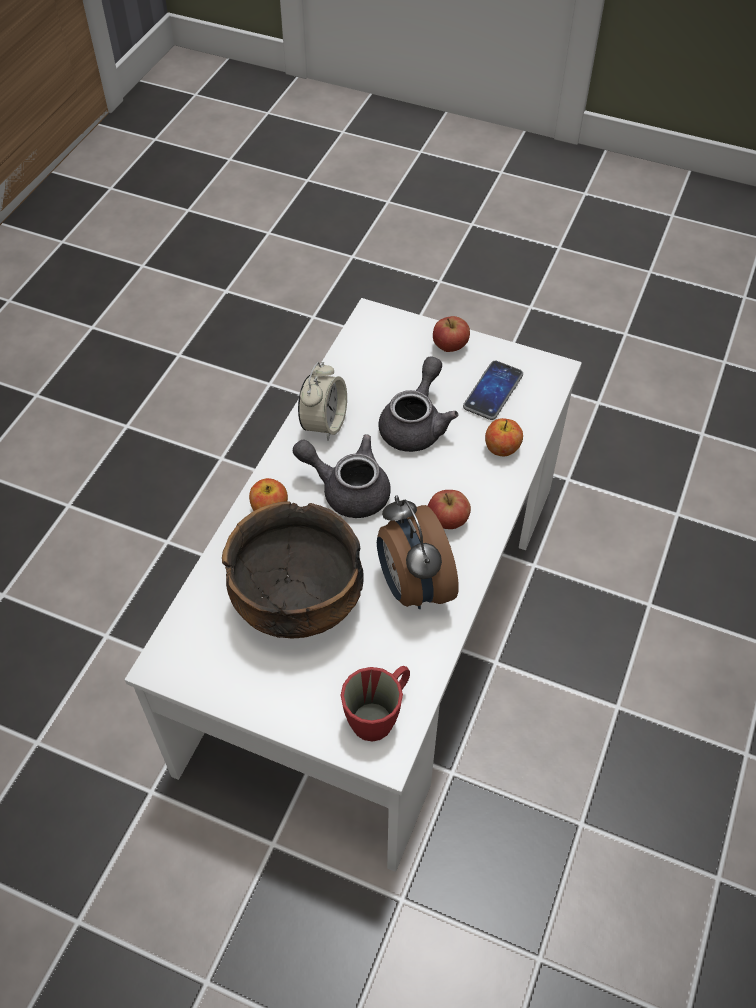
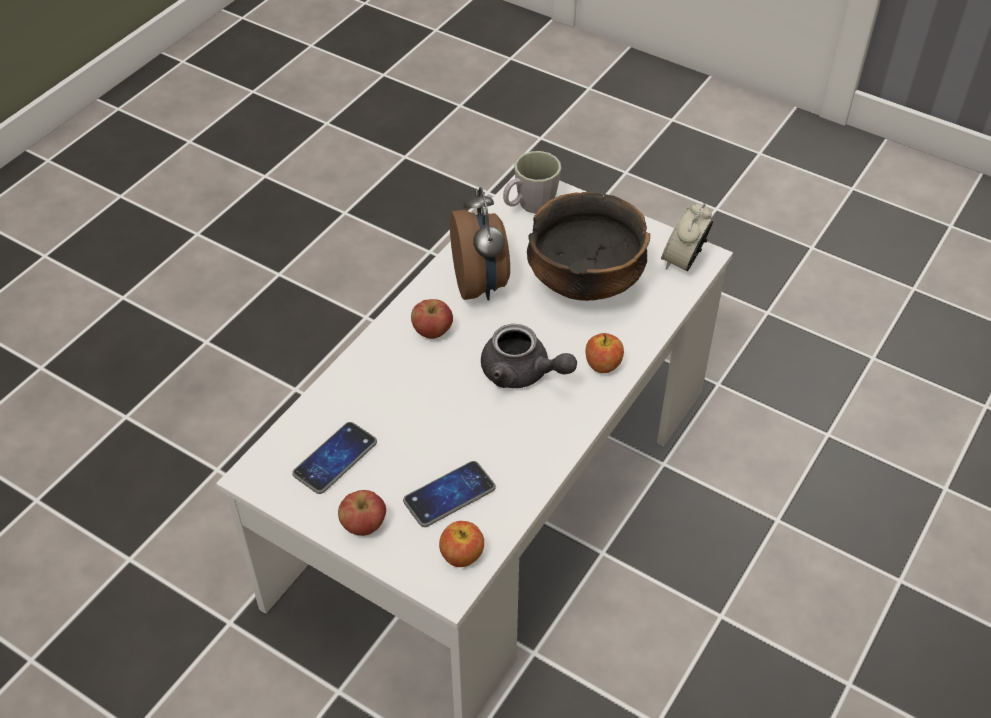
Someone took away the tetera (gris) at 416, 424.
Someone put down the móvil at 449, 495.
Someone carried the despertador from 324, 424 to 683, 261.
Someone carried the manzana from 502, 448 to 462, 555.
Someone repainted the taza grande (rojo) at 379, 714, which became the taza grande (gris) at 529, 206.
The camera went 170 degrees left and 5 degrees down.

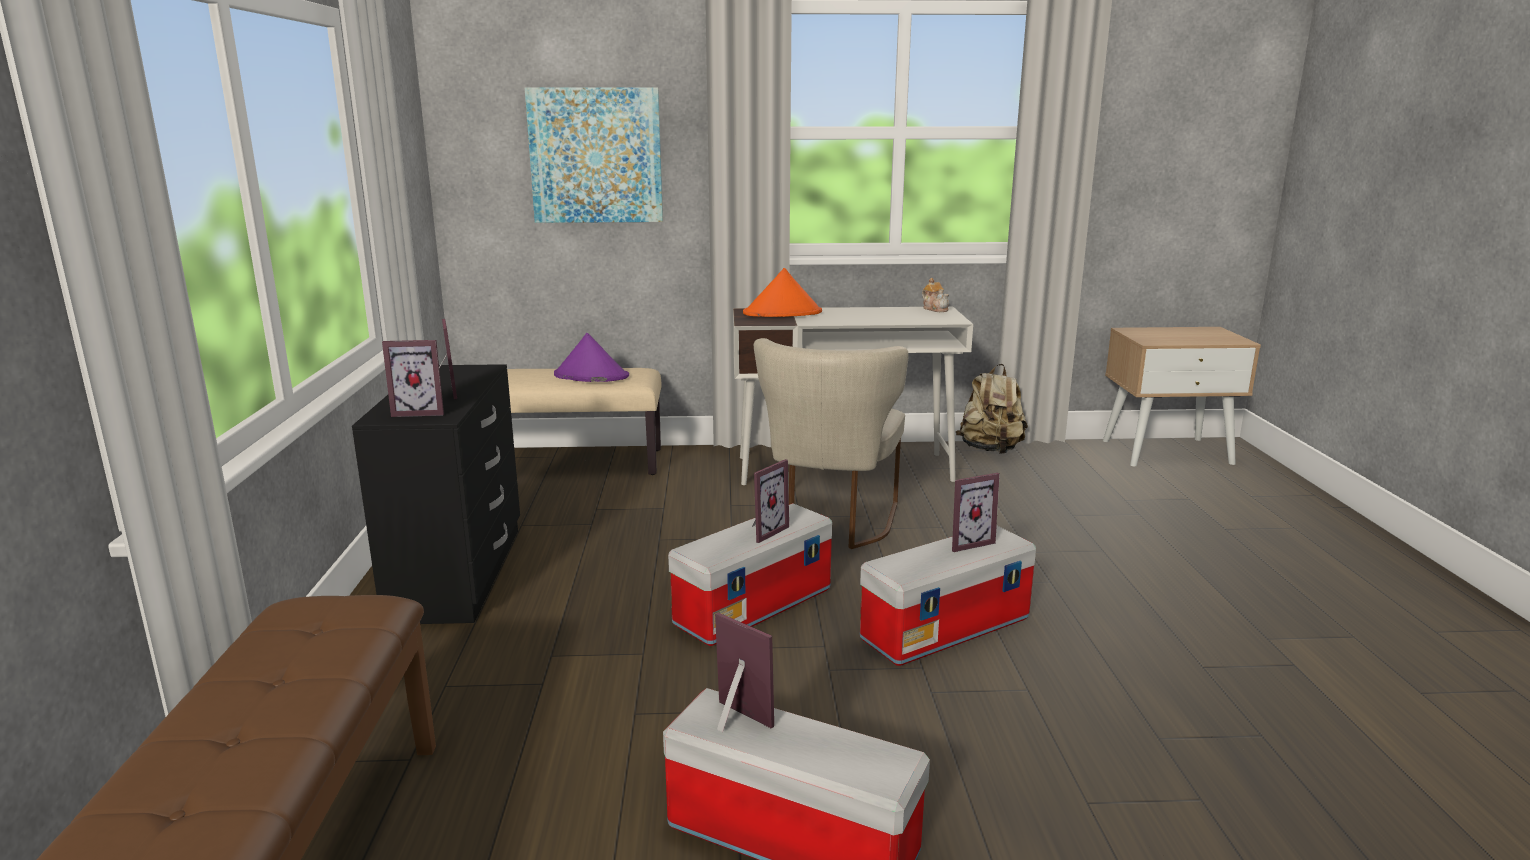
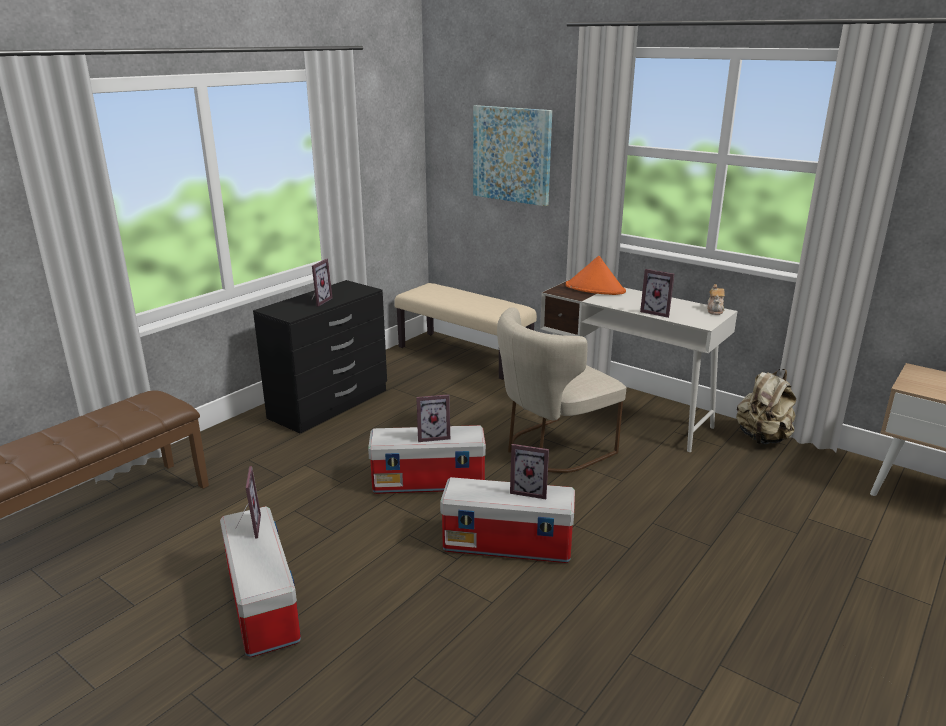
Someone took away the sombrero (morado) at 591, 376.
Someone carried the portarretratos from 420, 411 to 657, 312.
The camera went 40 degrees right and 5 degrees up.

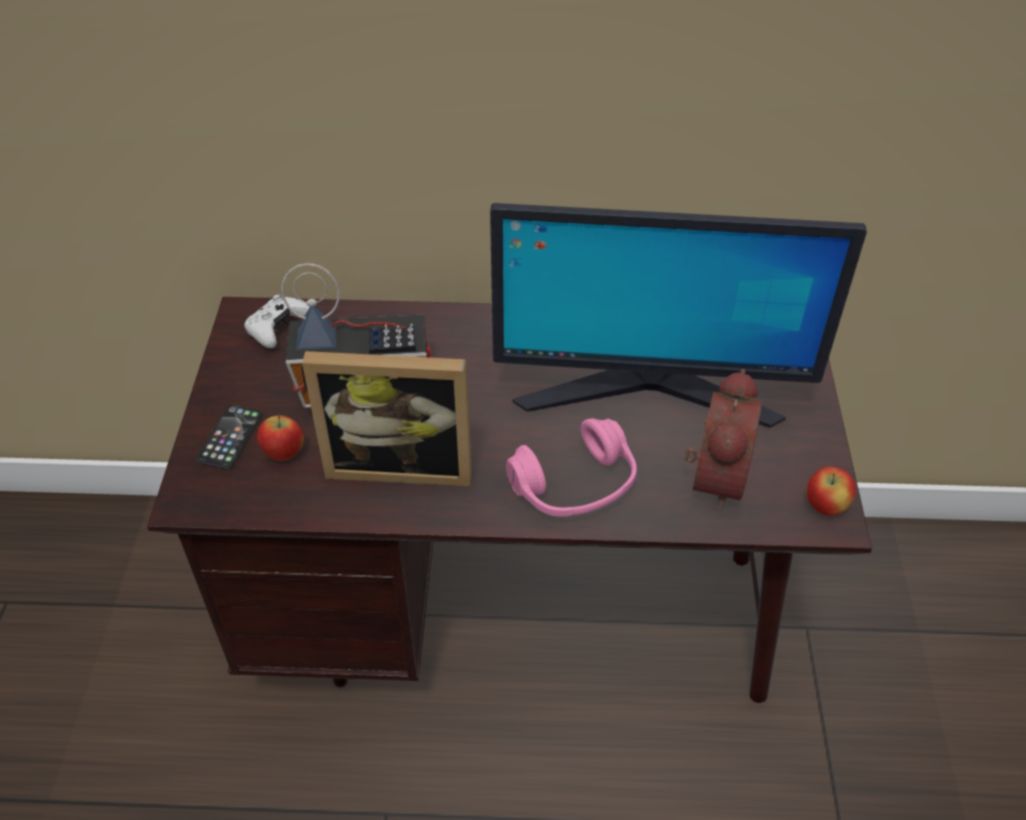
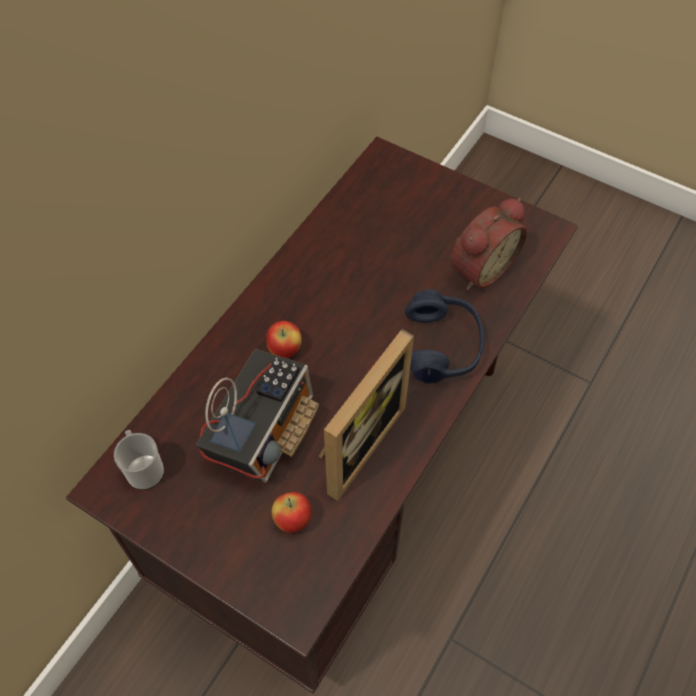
Someone took away the móvil at 230, 437.
Someone took away the monitor at 649, 391.
Someone carried the manzana from 825, 507 to 285, 350.
Someone swapped the mando de consola (blanco) at 278, 329 for the taza grande at 144, 469.
Someone repainted the auriculares (rosa) at 575, 485, which became the auriculares (azul) at 442, 346.
Someone rotated the despertador at 713, 476 by 90 degrees clockwise.
The camera went 60 degrees left and 10 degrees up.

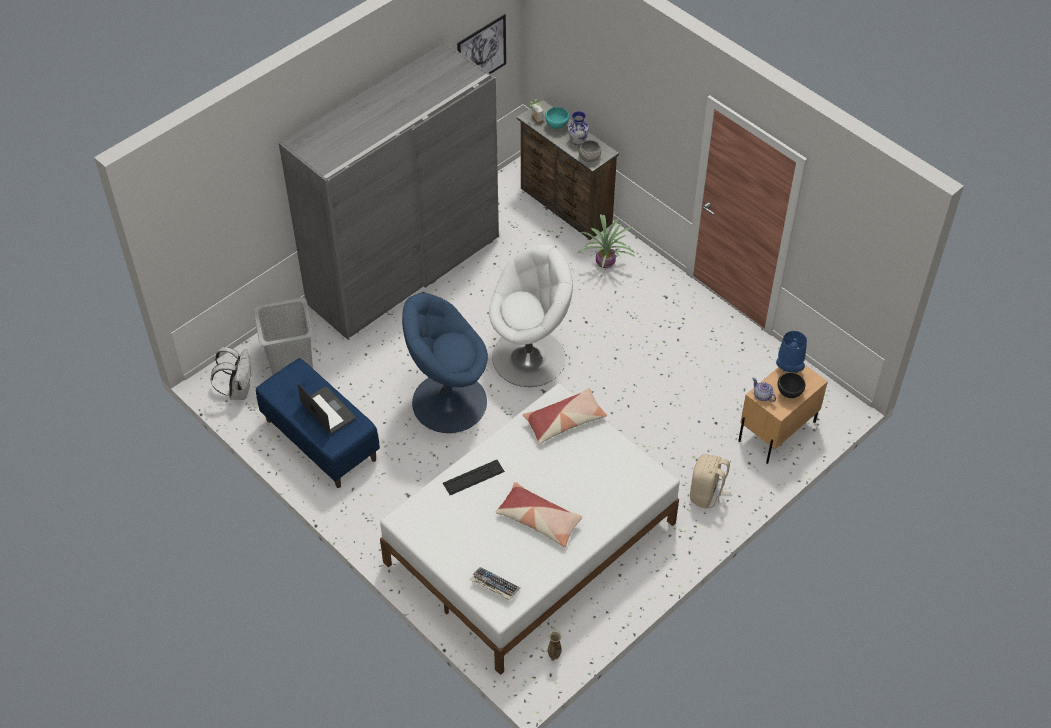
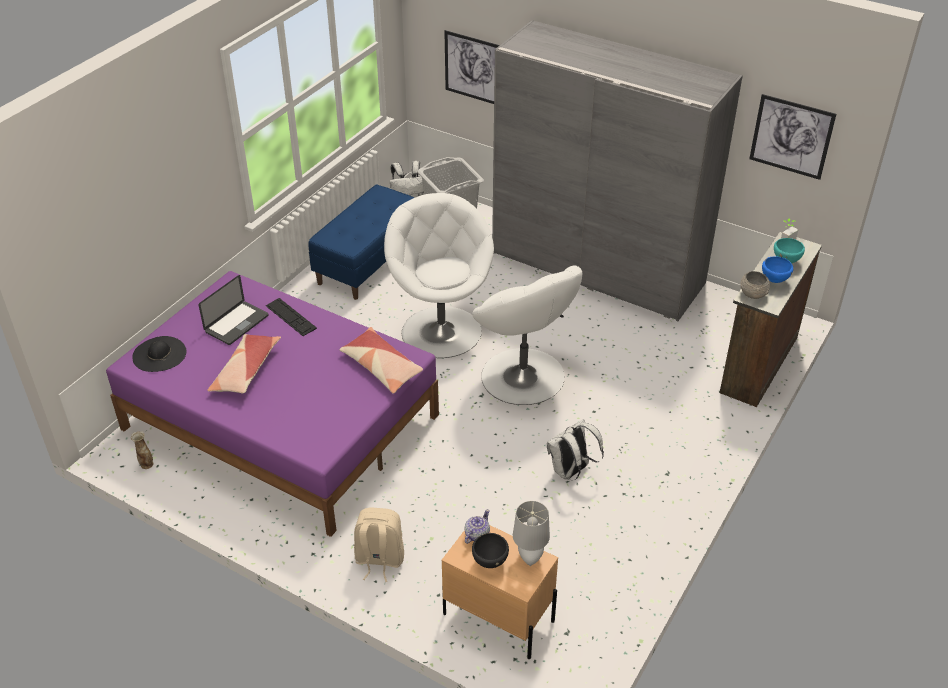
Someone took away the planta en maceta at 606, 263.
Someone put up the cuadro at 473, 68.
Someone put down the mochila (blanco) at 571, 471.
Someone carried the portátil from 328, 411 to 237, 324.
Someone swapped the teclado at 494, 586 for the sombrero (negro) at 159, 354.
Someone swapped the florero at 577, 141 for the cuenco (azul) at 774, 280.
Someone repainted the cama (blanco) at 530, 542, which became the cama (morado) at 281, 421.
Someone repainted the sillón (azul) at 448, 401, which became the sillón (blanco) at 441, 330.
Someone repainted the lámpara de mesa (azul) at 788, 370, which became the lámpara de mesa (gris) at 530, 556.
The camera went 75 degrees right and 10 degrees down.

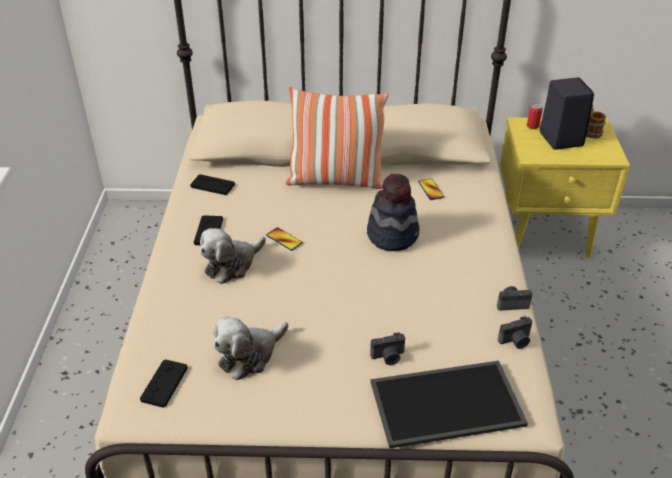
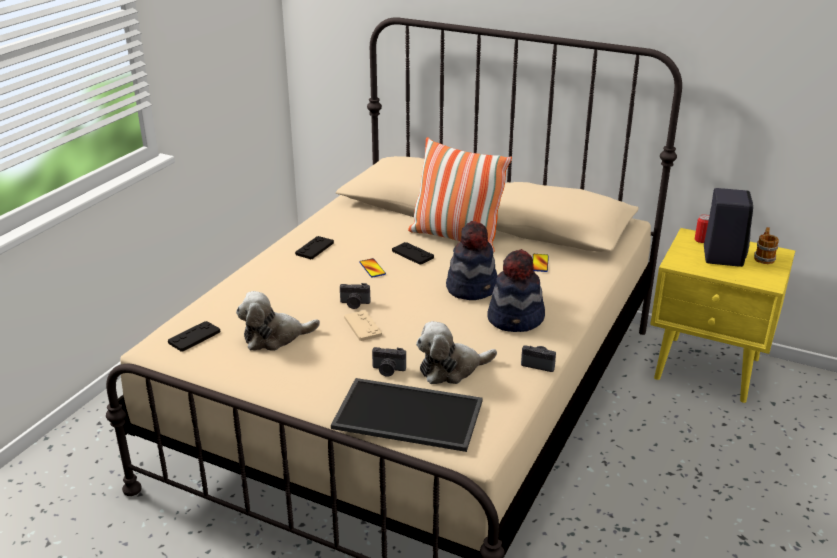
Someone put down the mando de consola (beis) at 362, 326.
Someone put down the sombrero at 516, 319.
Someone carried the mando de consola (negro) from 212, 185 to 412, 254.
Someone carried the peluche from 232, 264 to 451, 369.
Someone carried the cámara from 516, 341 to 354, 304.
The camera went 25 degrees right and 10 degrees down.

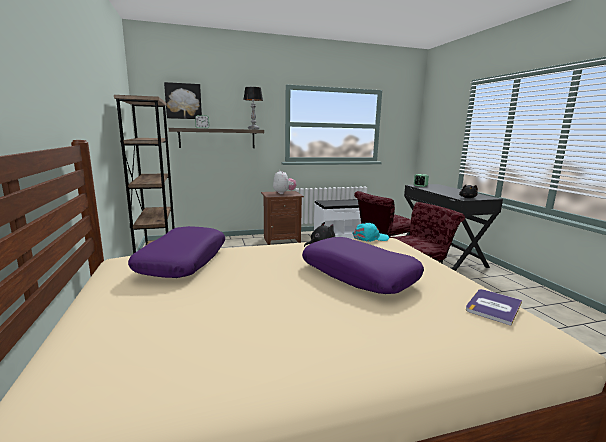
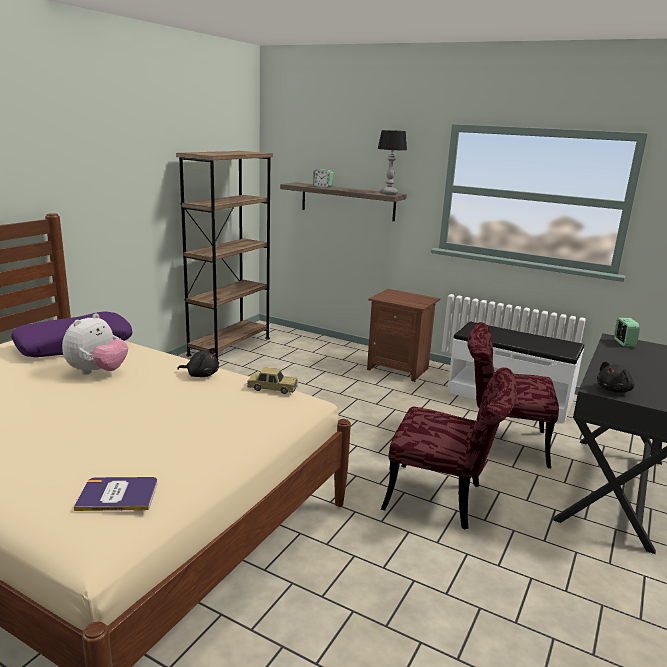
Someone took away the cuadro at 183, 101.
Someone took away the cojín (morado) at 359, 274.
Someone carried the peluche from 284, 193 to 97, 372.
Someone swapped the gorra (turquesa) at 370, 238 for the coche de juguete at 272, 388.
The camera went 45 degrees right and 5 degrees up.

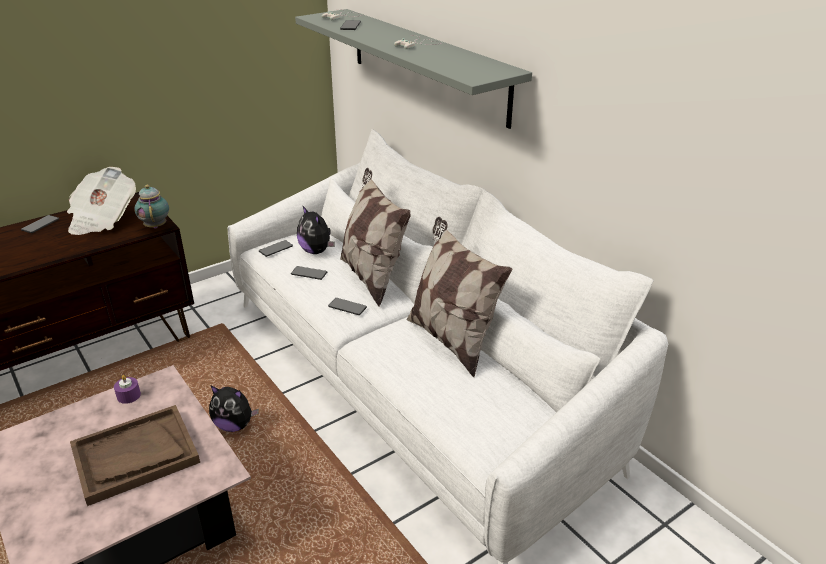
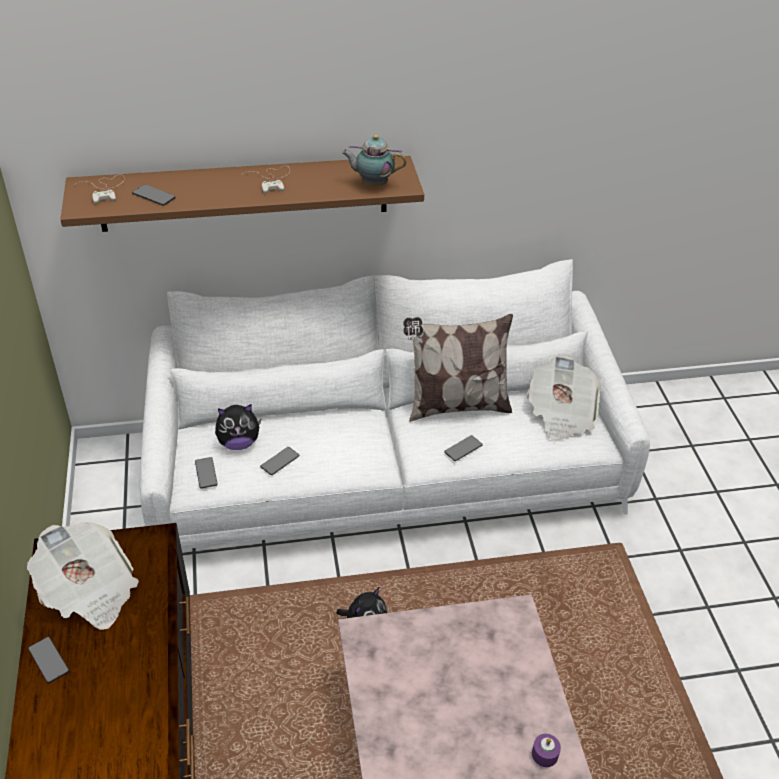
Someone took away the bandeja (marrón) at 135, 456.
Someone took away the cojín at 372, 277.
Someone put down the periódico at 561, 414.
Someone carried the vela (morado) from 128, 395 to 545, 754.
Someone carried the tetera from 156, 225 to 372, 184.
Someone carried the móvil from 347, 307 to 463, 449.
Someone repainted the estante (gris) at 426, 64, which became the estante (marrón) at 244, 193.
The camera went 65 degrees left and 10 degrees up.

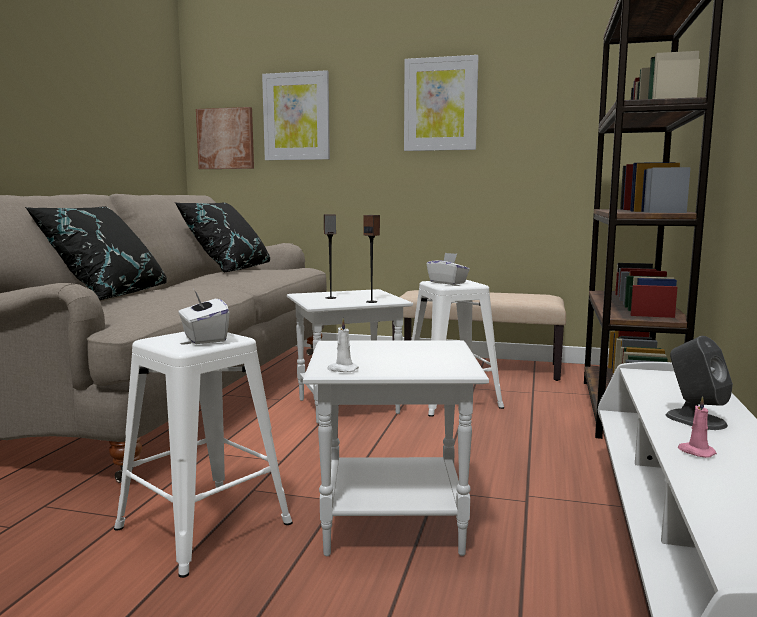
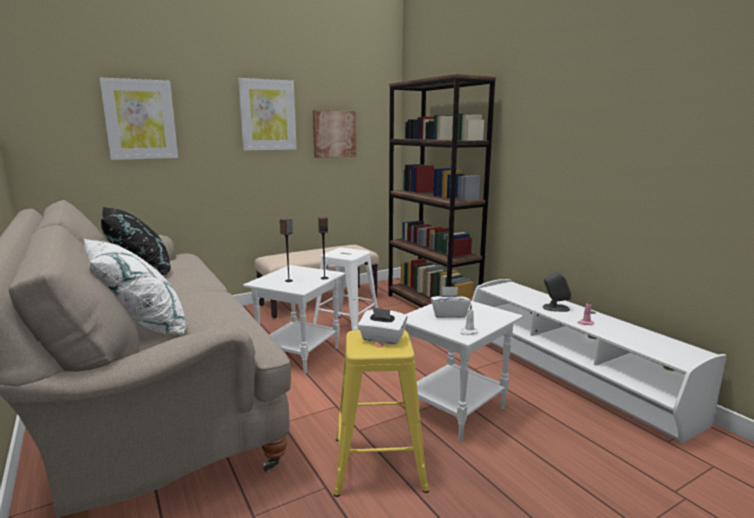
Someone carried the cuadro from 226, 139 to 334, 134.
Someone carried the caja de pañuelos (blanco) from 447, 282 to 449, 314.
Someone repainted the cojín (negro) at 108, 296, which became the cojín (blanco) at 140, 326.
Someone repainted the taburete (blanco) at 203, 526, which became the taburete (amarillo) at 380, 463.
The camera went 45 degrees left and 5 degrees up.

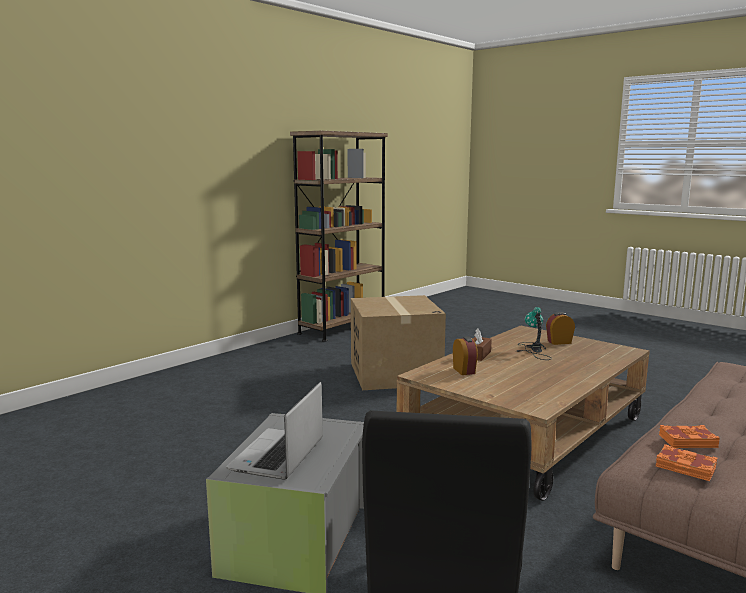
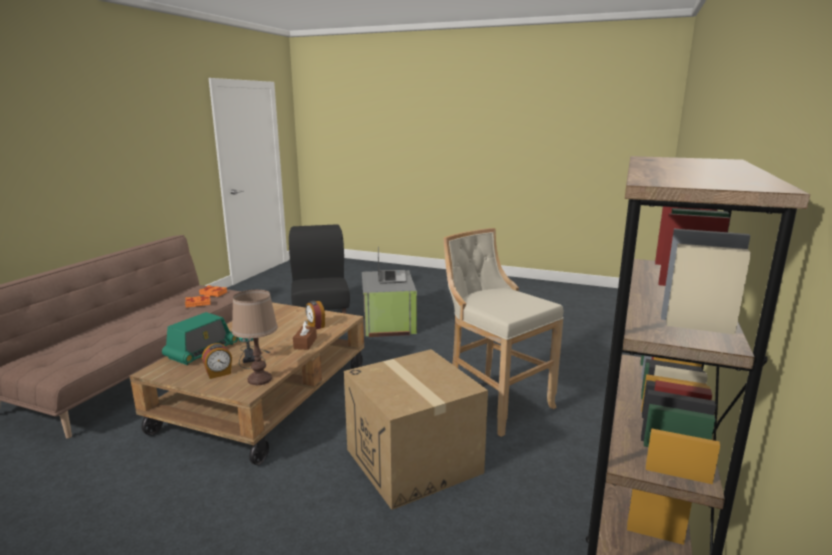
Someone put down the radio at 202, 351.
Someone put down the lámpara de mesa (marrón) at 259, 379.
Someone put down the taburete (beis) at 494, 401.
The camera went 160 degrees right and 5 degrees up.

